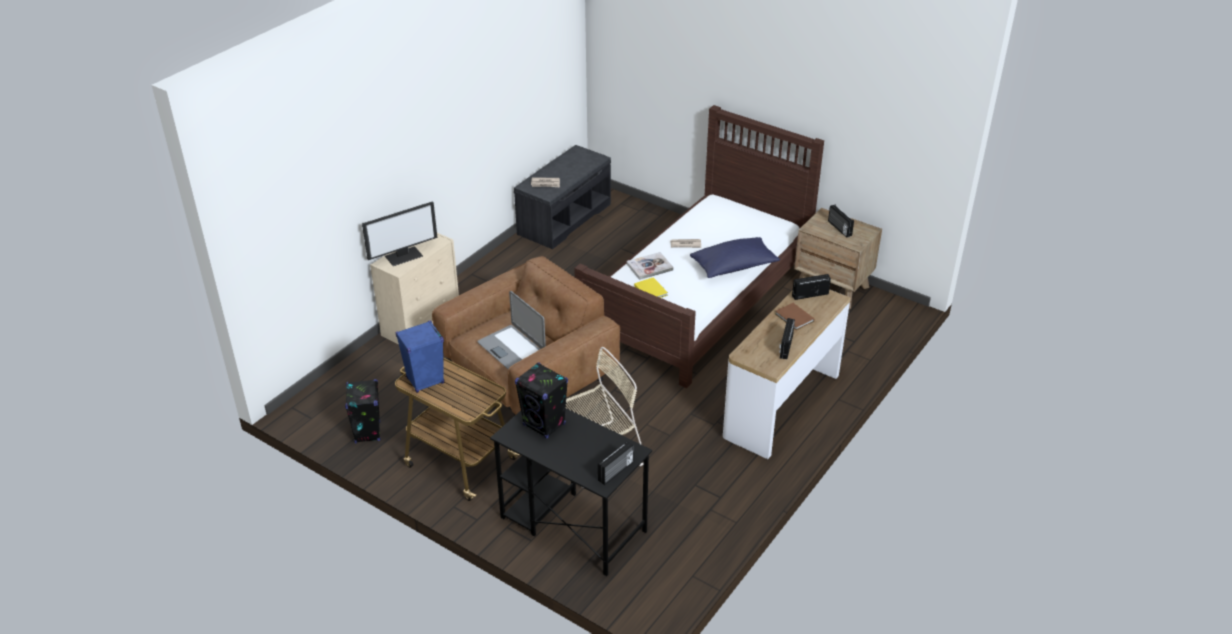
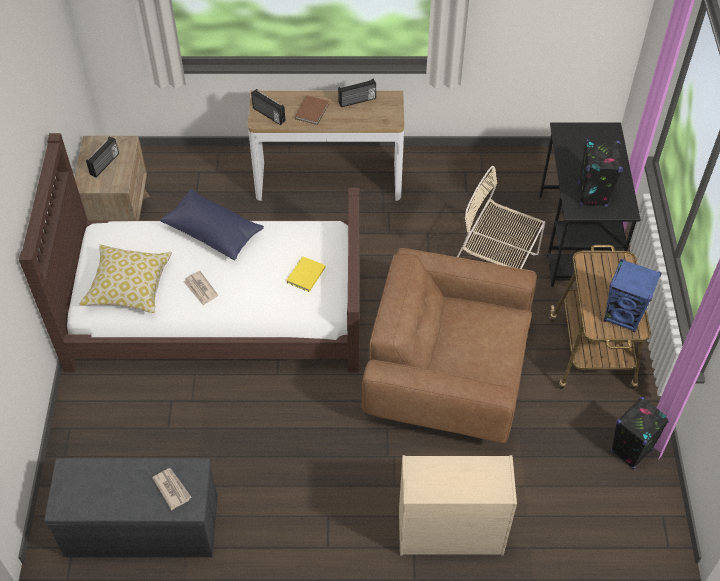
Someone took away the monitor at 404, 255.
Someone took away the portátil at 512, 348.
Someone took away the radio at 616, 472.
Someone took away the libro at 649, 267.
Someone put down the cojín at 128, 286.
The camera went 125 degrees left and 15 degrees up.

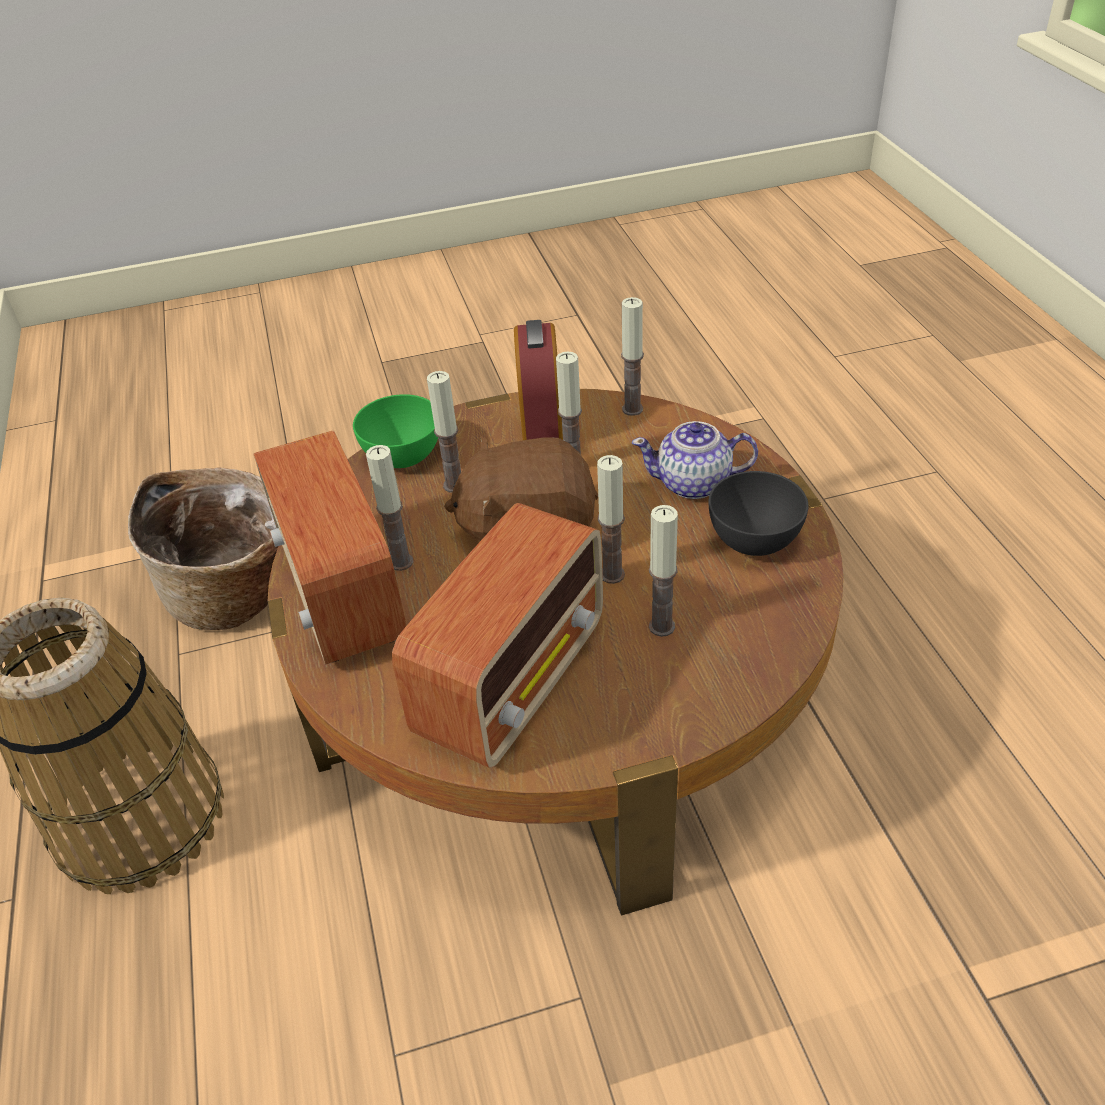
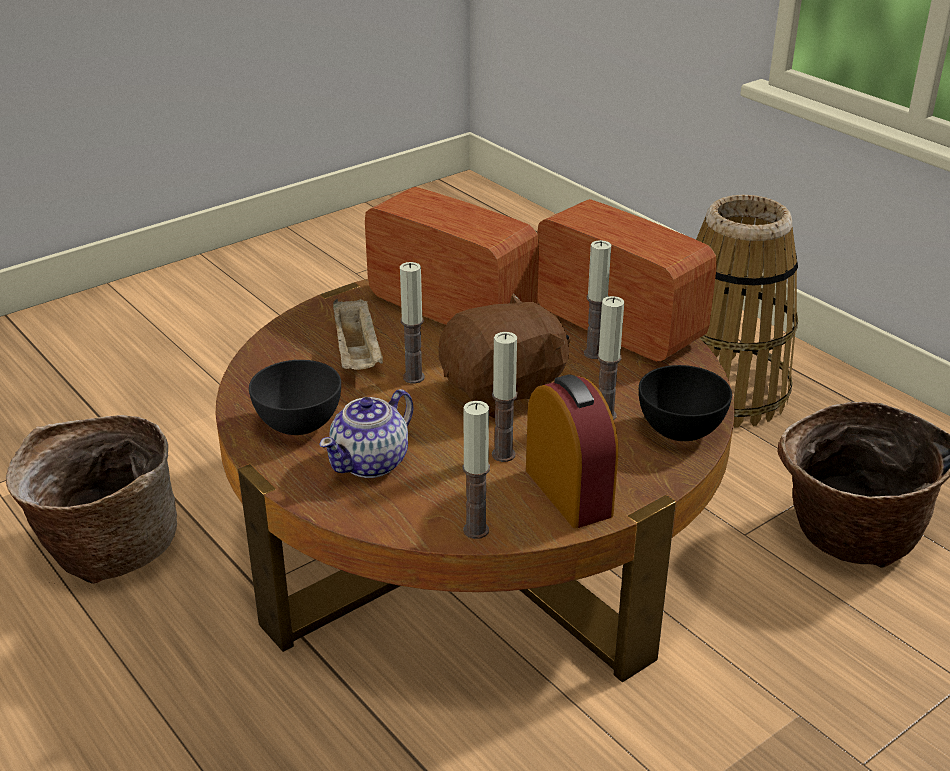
Someone put down the cesta at 106, 548.
Someone swapped the vela at 662, 626 for the bandeja (beis) at 358, 354.
Someone repainted the cuenco (verde) at 404, 456, which became the cuenco (negro) at 679, 430.
Someone rotated the radio at 514, 679 by 120 degrees clockwise.
Someone rotated the tetera at 694, 483 by 150 degrees clockwise.
The camera went 155 degrees right and 10 degrees down.

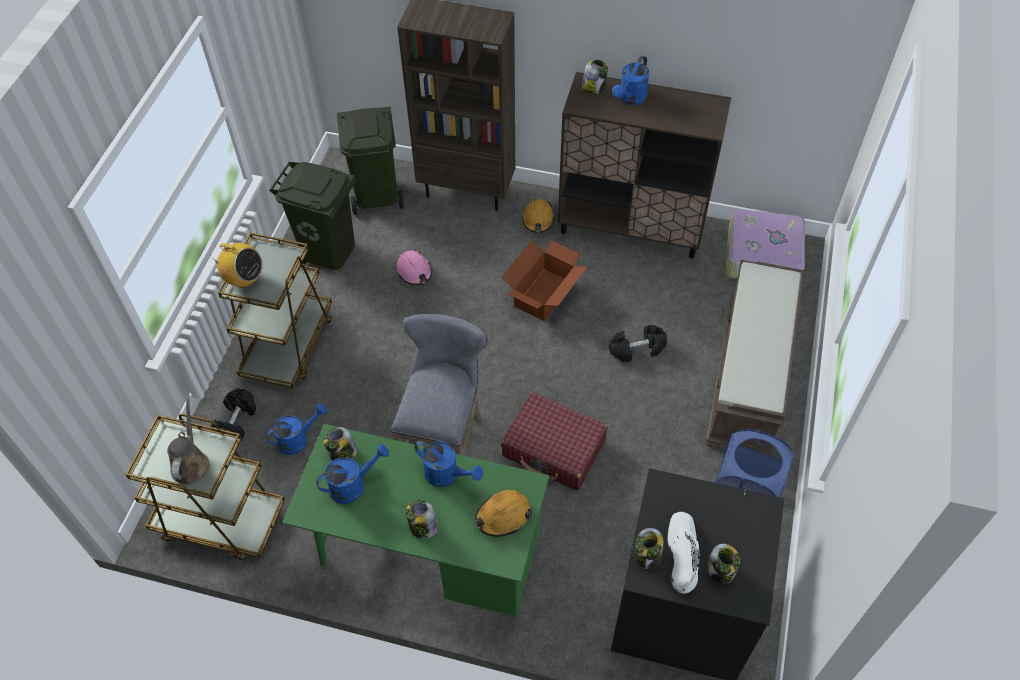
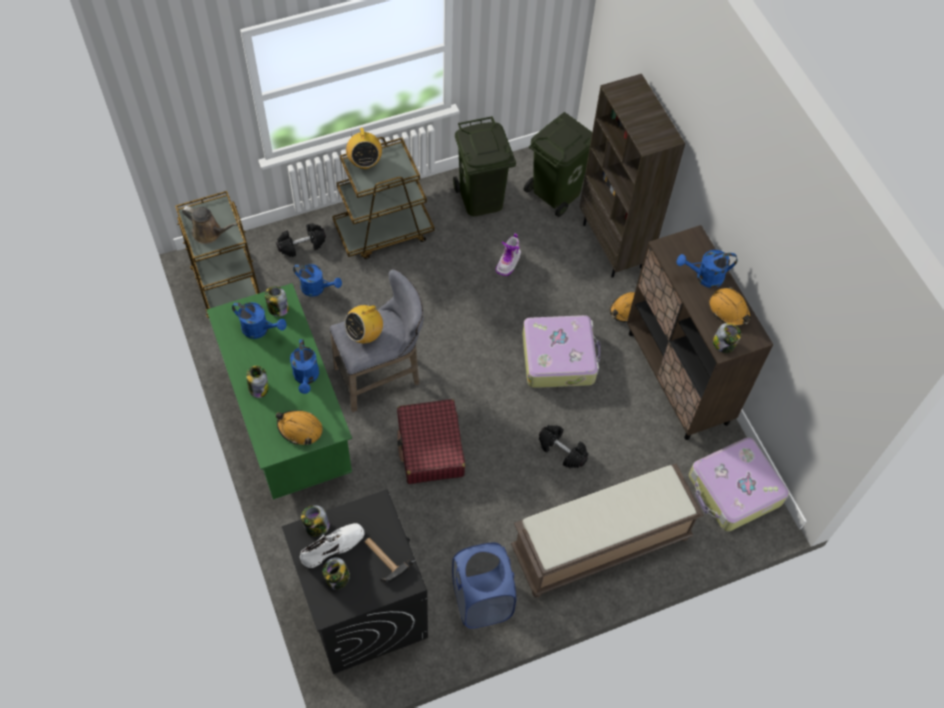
Someone put down the radio at 365, 334.
Someone put down the martillo at 383, 559.
Someone put down the casco (naranja) at 729, 310.
Someone carried the tarro from 594, 87 to 724, 344.
Someone swapped the casco (rosa) at 414, 271 for the bota at 508, 262.
Someone swapped the caja de cartón at 543, 294 for the maleta at 559, 357.
Someone rotated the regadera (marrón) at 191, 463 by 60 degrees clockwise.
The camera went 50 degrees right and 5 degrees up.

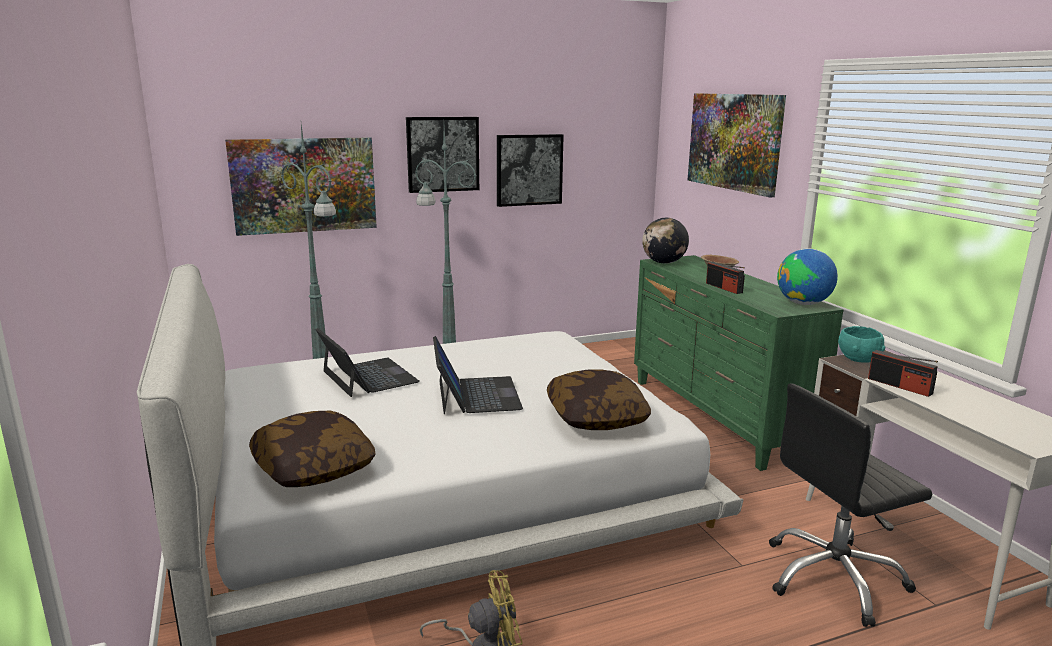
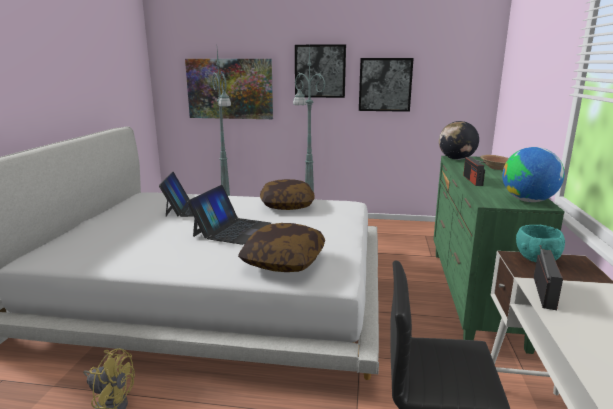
Someone took away the cuadro at 734, 142.
Someone carried the cojín from 313, 468 to 287, 205.
Someone rotated the radio at 899, 386 by 150 degrees counterclockwise.
The camera went 30 degrees right and 0 degrees up.

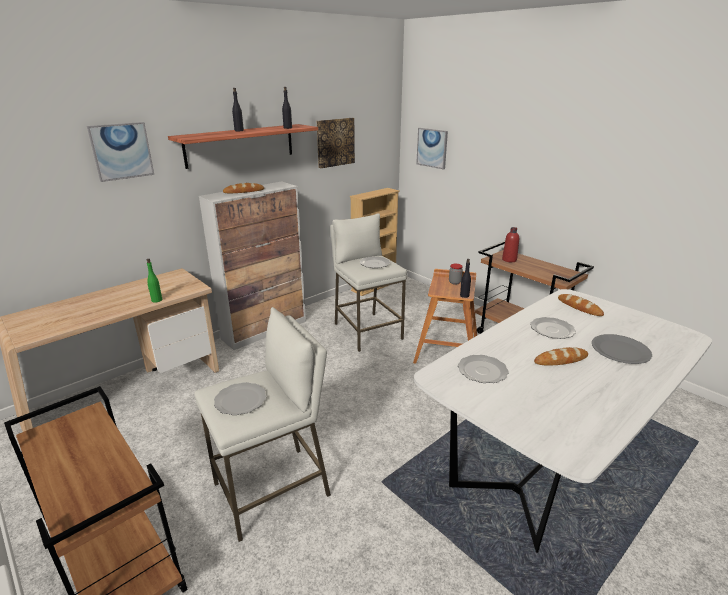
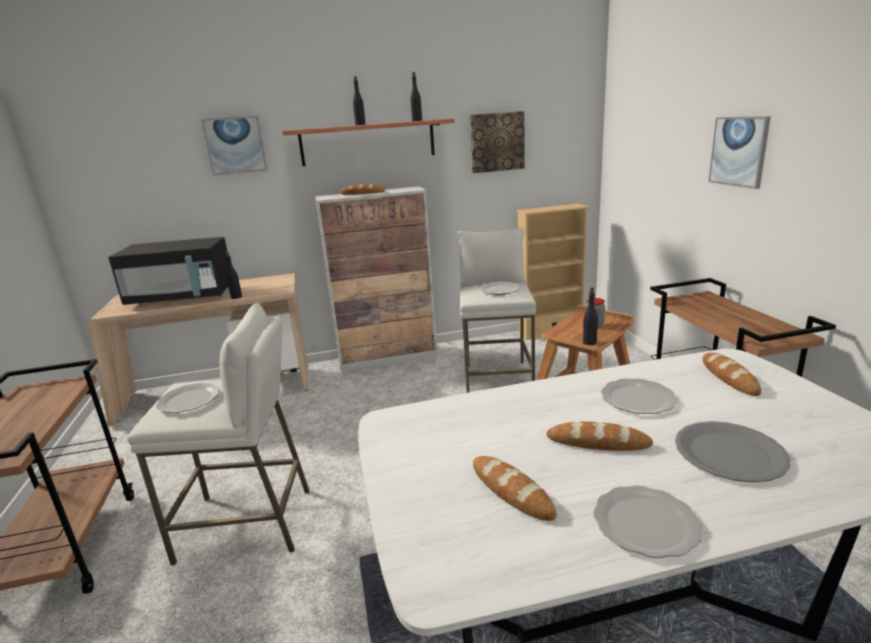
Someone took away the botella (rojo) at 509, 260.
Someone put down the microondas (negro) at 182, 297.
Someone put down the pan at 511, 491.
Someone carried the cuadro from 432, 148 to 739, 151.
Someone carried the plato from 483, 371 to 647, 524.
Someone repainted the botella (verde) at 156, 300, which became the botella (negro) at 236, 297.
The camera went 30 degrees right and 5 degrees down.

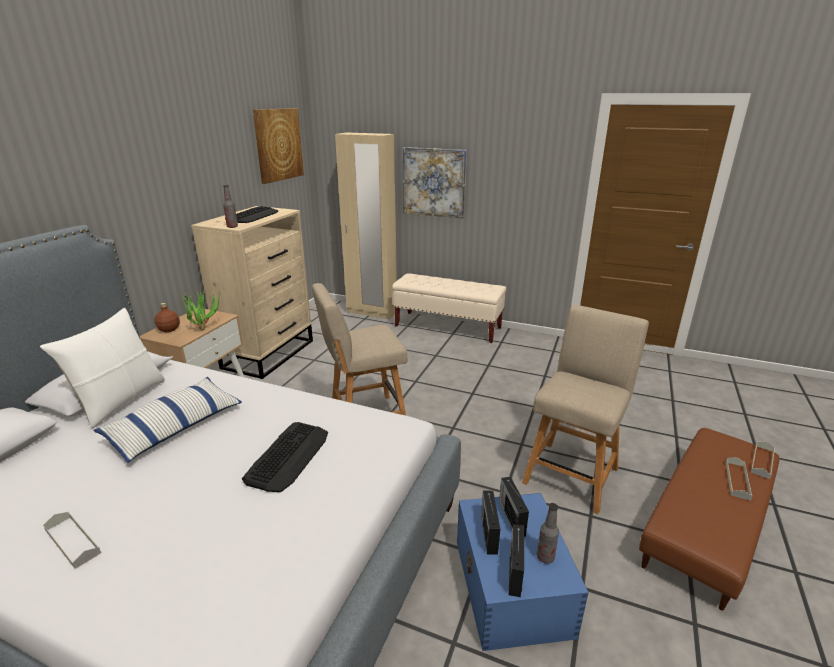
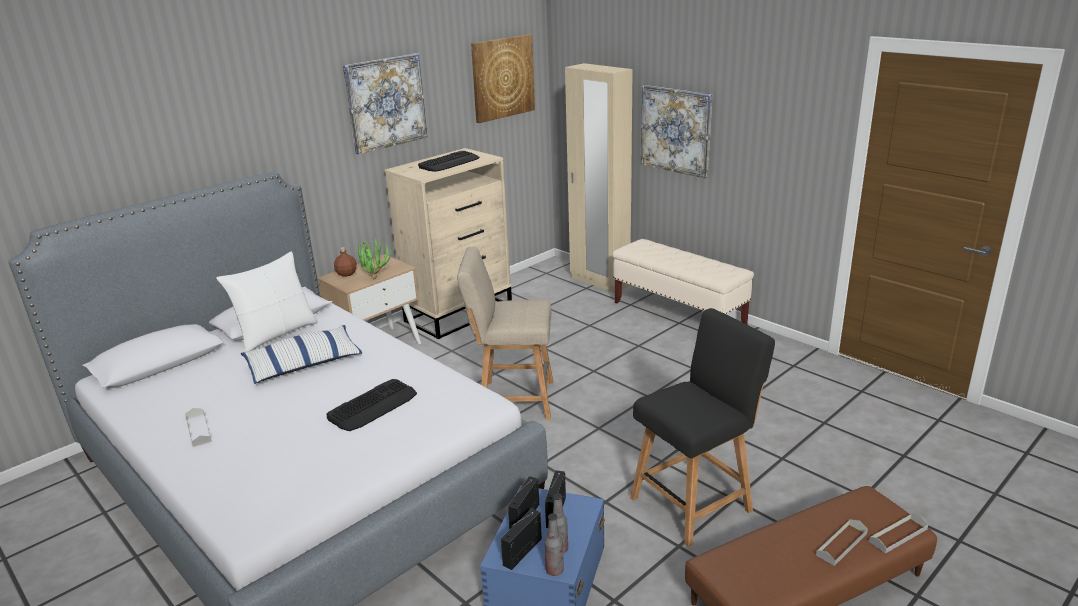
Someone put up the cuadro at 385, 103.
Someone carried the botella from 232, 227 to 554, 570.
Someone repainted the silla (beis) at 572, 473, which became the silla (negro) at 695, 502.
The camera went 25 degrees right and 0 degrees up.

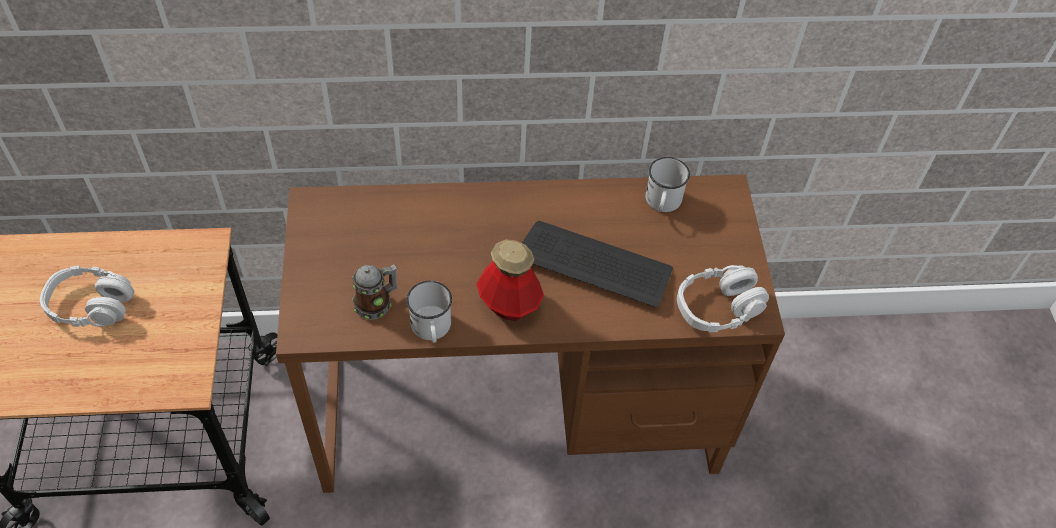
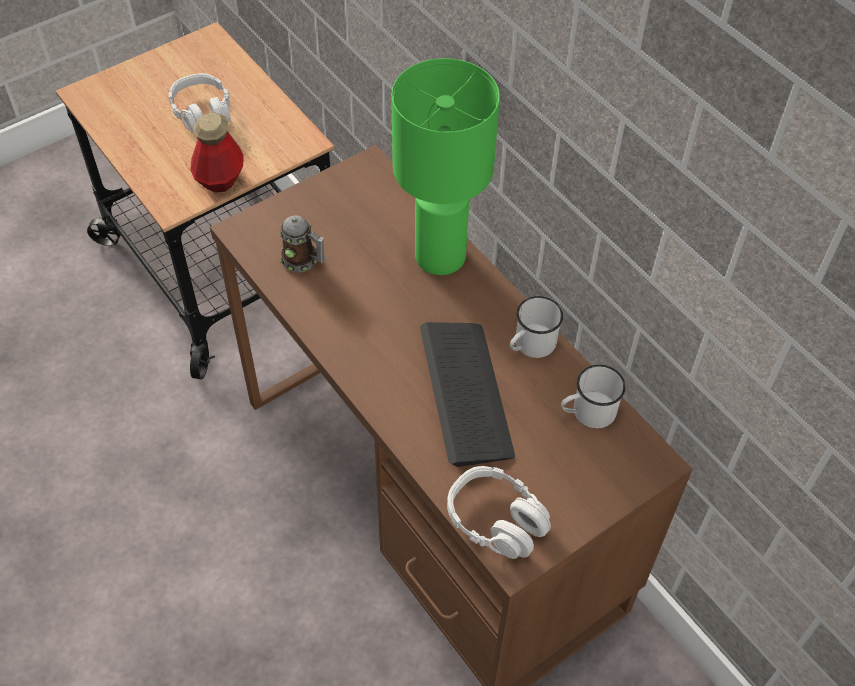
Someone put down the lámpara de mesa (verde) at 438, 257.
Someone carried the taza grande (blanco) from 431, 329 to 530, 345.
Someone carried the botella from 509, 304 to 220, 179.
The camera went 60 degrees right and 0 degrees up.

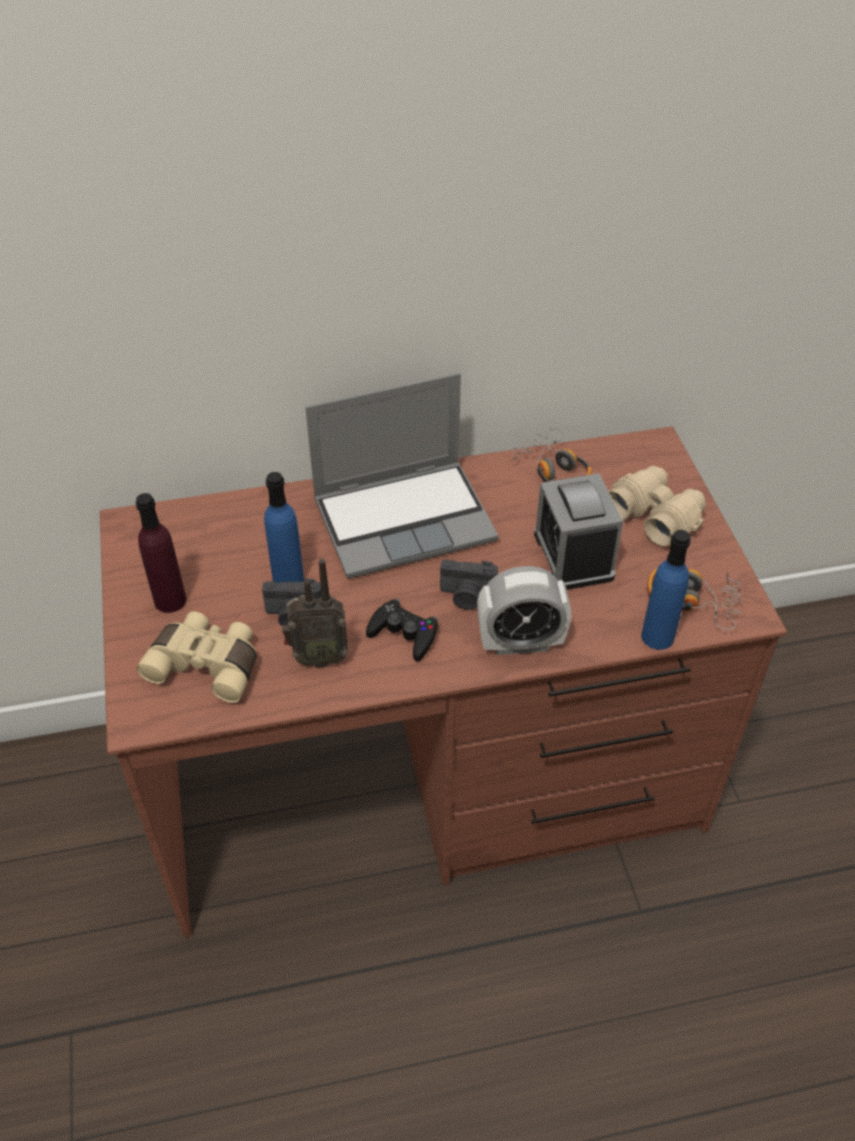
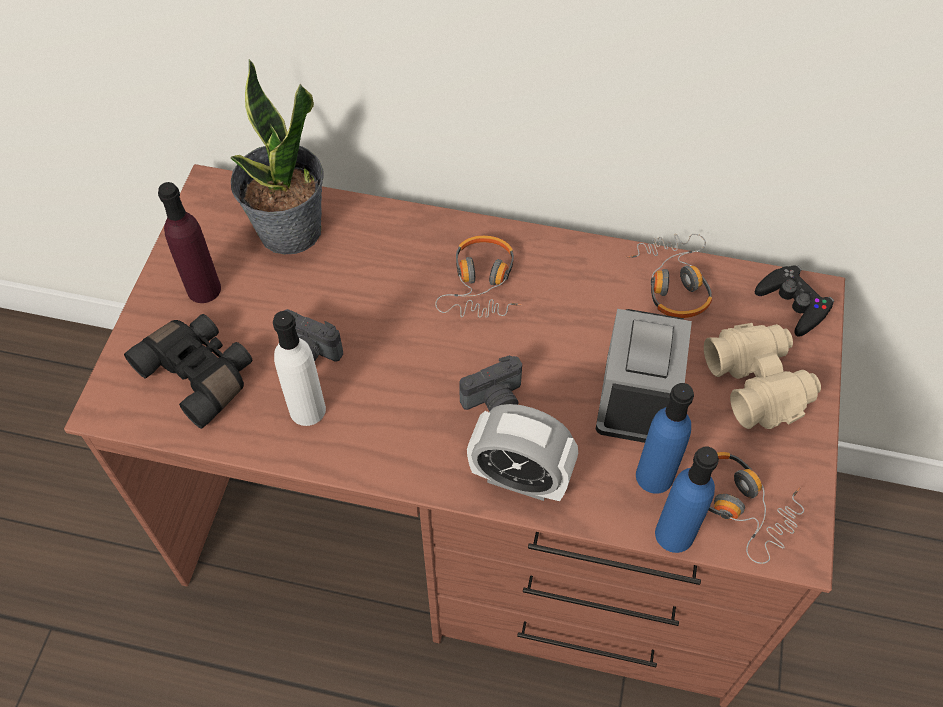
Someone put down the planta en maceta at 289, 231.
Someone carried the botella (azul) from 288, 579 to 654, 476.
Someone carried the mando de consola (negro) from 404, 634 to 793, 304.
Someone swapped the radio at 318, 657 for the botella (blanco) at 307, 409.
Someone swapped the portátil at 405, 519 for the auriculares at 481, 284.
Someone repainted the prismáticos (beis) at 207, 664, which became the prismáticos (negro) at 200, 374.
Someone rotated the cámara at 467, 596 by 60 degrees counterclockwise.
The camera went 25 degrees right and 10 degrees up.

